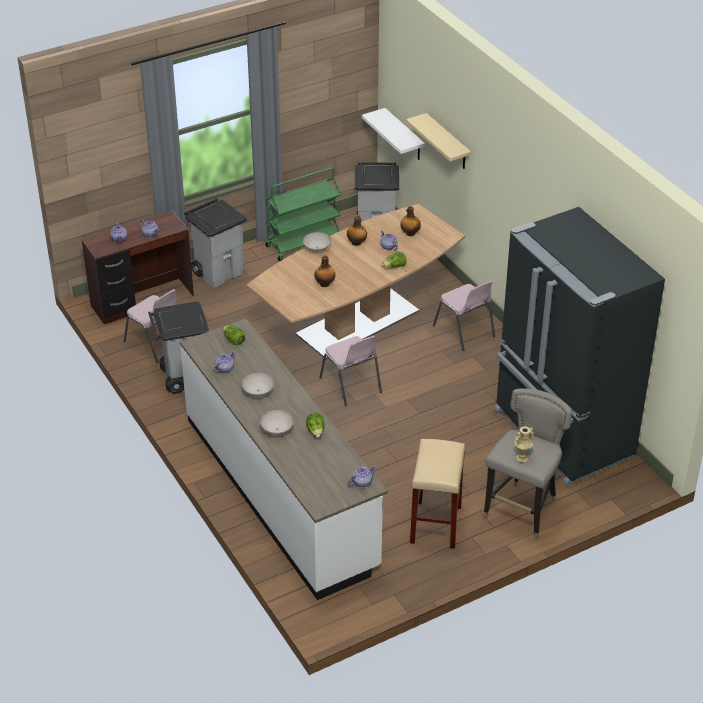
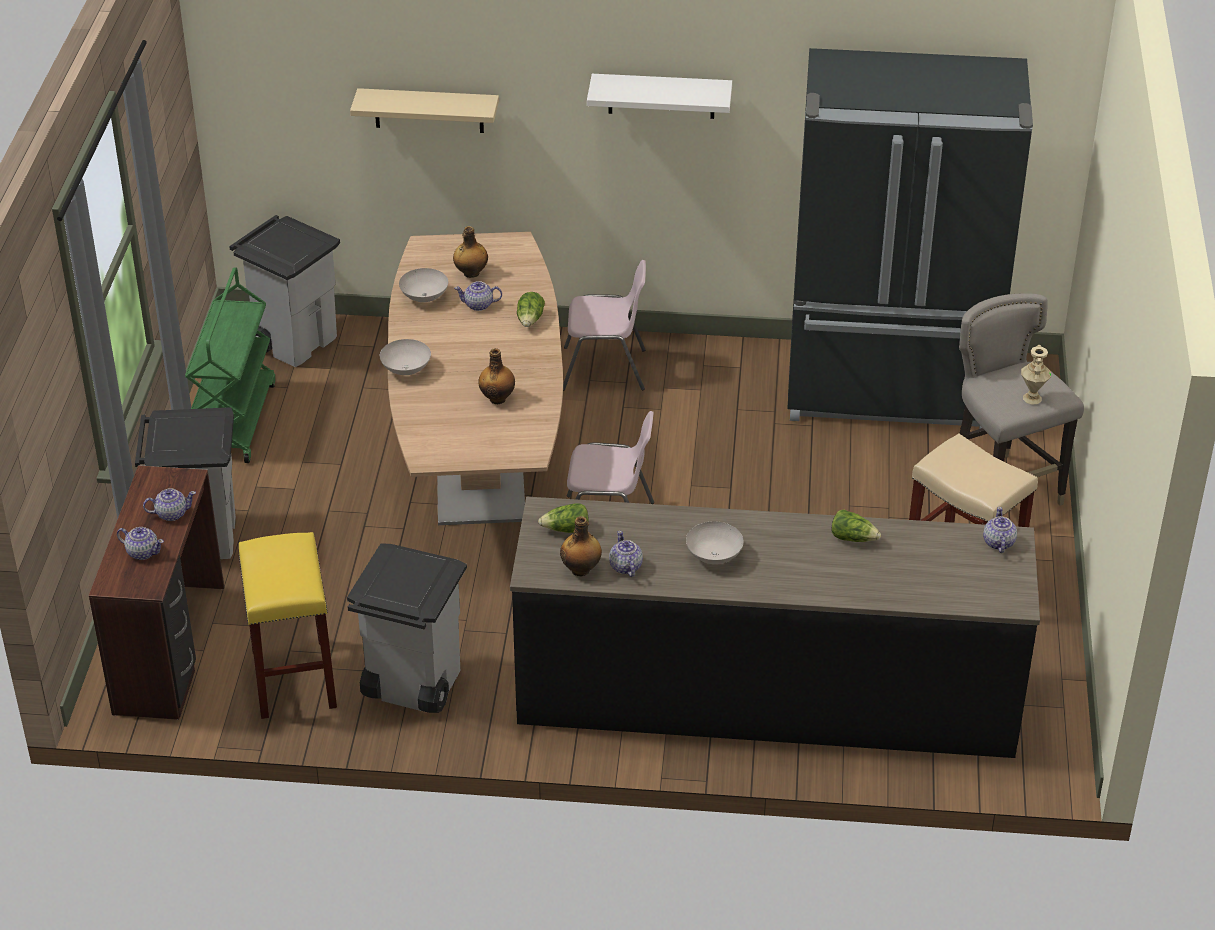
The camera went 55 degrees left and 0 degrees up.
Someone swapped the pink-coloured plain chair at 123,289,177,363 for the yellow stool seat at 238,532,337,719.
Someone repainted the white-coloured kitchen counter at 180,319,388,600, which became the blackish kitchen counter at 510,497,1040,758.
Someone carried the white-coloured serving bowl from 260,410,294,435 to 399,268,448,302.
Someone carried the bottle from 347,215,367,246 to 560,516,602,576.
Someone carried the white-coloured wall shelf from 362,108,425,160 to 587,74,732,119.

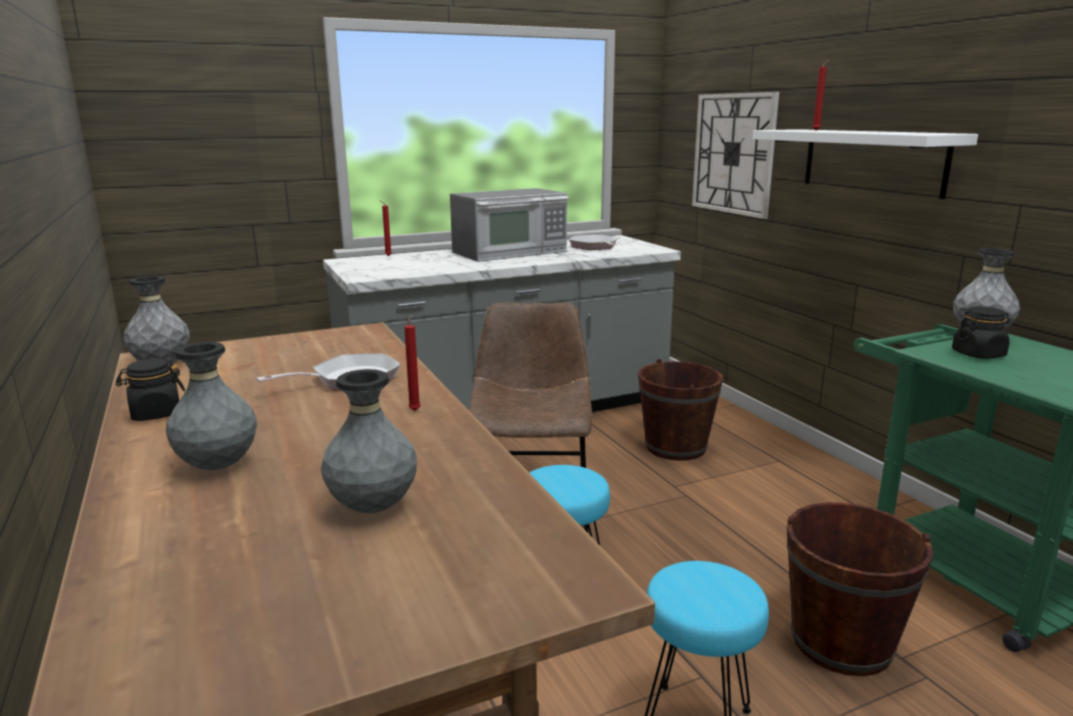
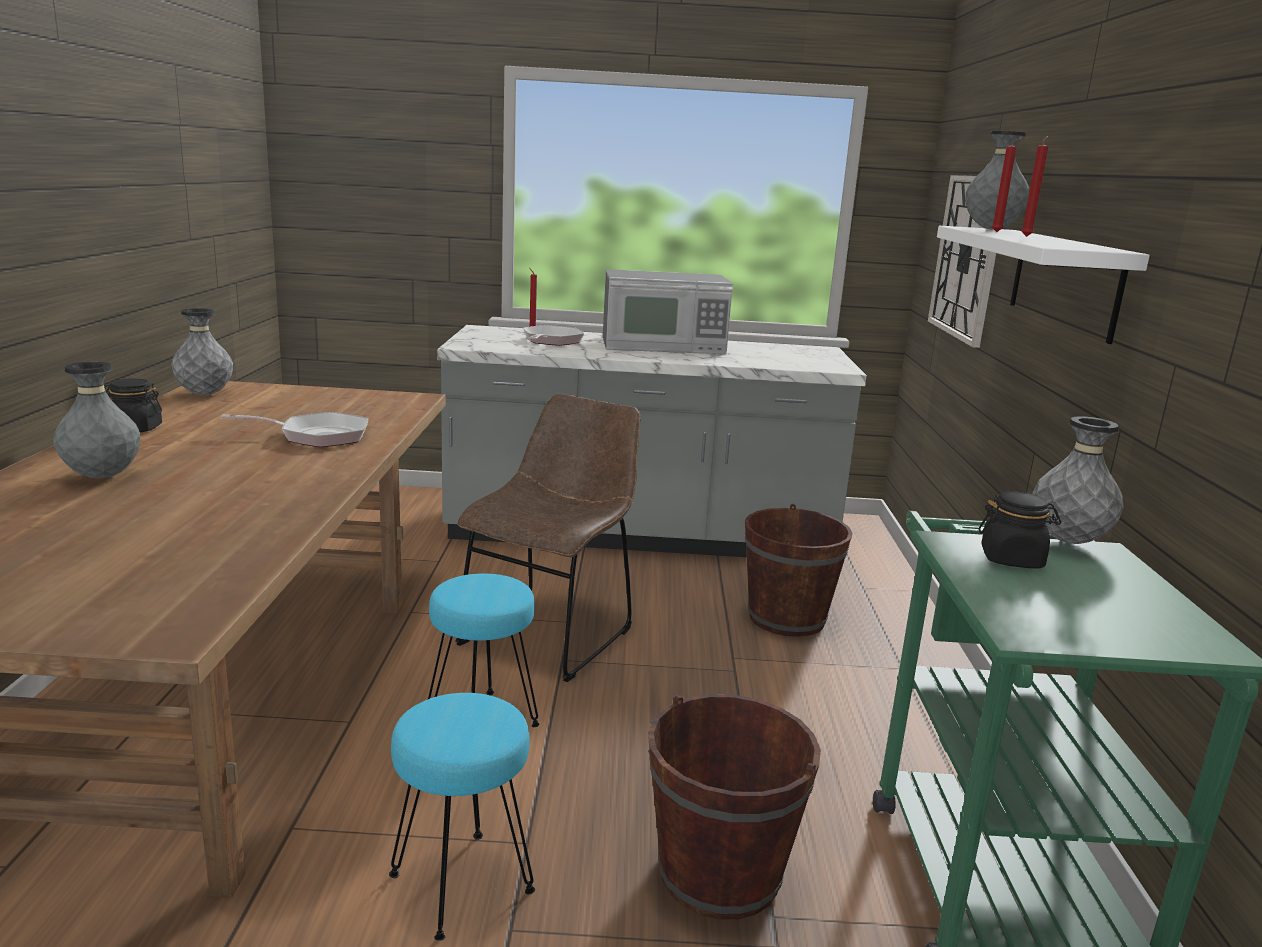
The camera went 25 degrees right and 0 degrees up.
Someone carried the grey decorative vase from 321,369,417,513 to 965,131,1030,230.
Someone carried the red wax candle from 404,314,421,411 to 1021,136,1048,237.
Someone carried the skillet from 569,234,618,250 to 523,325,584,346.

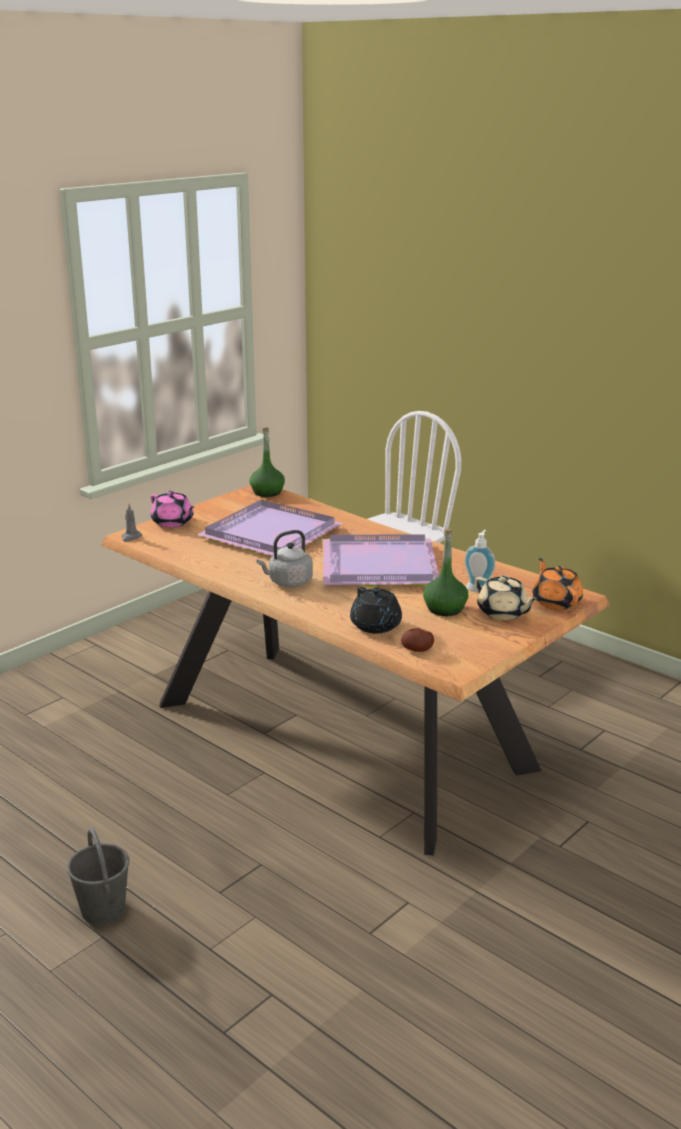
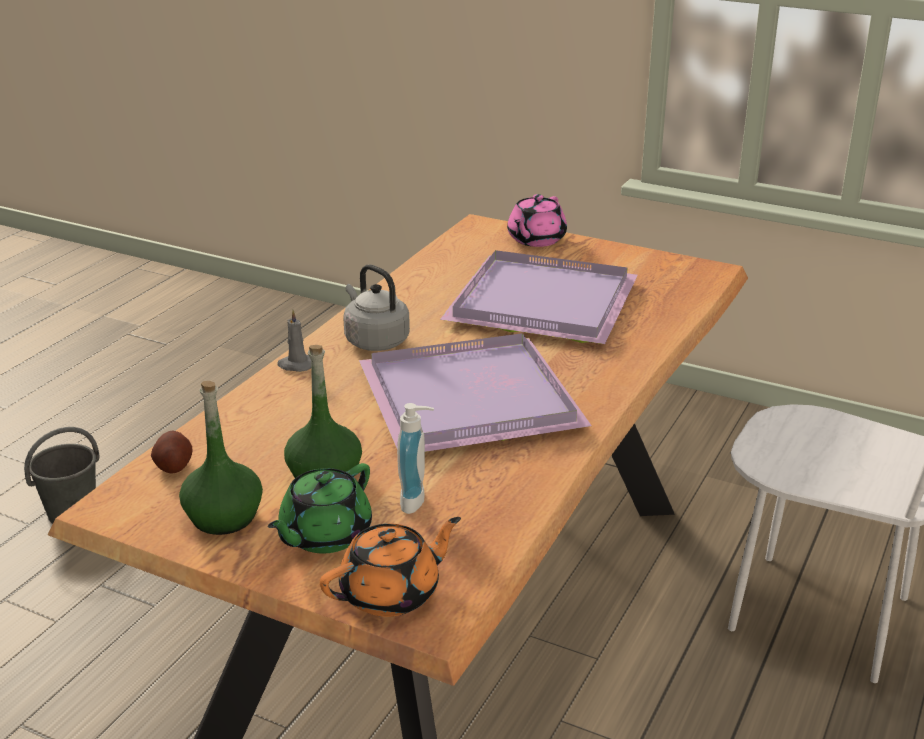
The camera went 75 degrees right and 5 degrees up.
Someone carried the grey wax candle from 122,504,142,542 to 277,310,311,372.
Someone carried the green-coloured bottle from 249,428,285,497 to 179,381,263,535.
Someone took away the blackish teapot at 350,587,402,633.
Someone repainted the beige-coloured teapot at 475,575,539,620, which became the green-coloured teapot at 268,463,372,554.

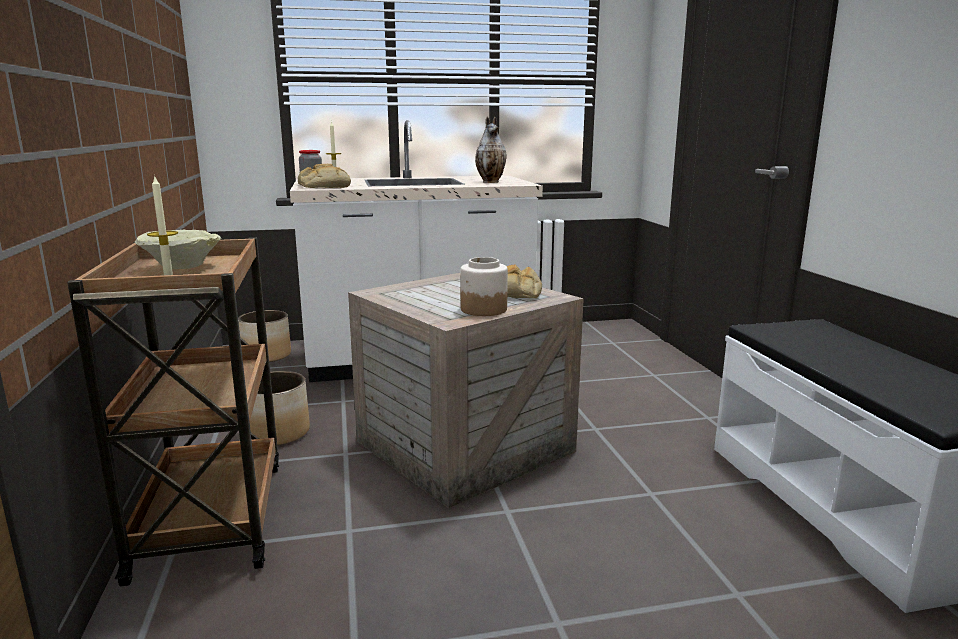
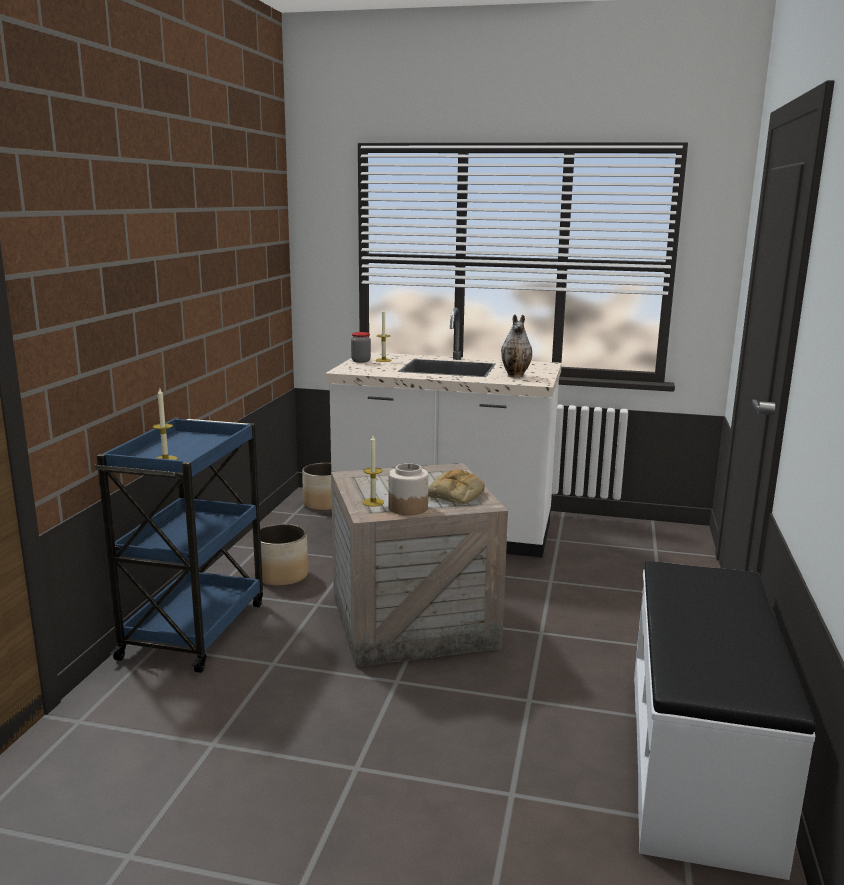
The camera went 25 degrees right and 0 degrees up.
Someone repainted the brown trolley at 67,237,279,586, which became the blue-coloured trolley at 94,417,263,673.
Someone took away the beige-coloured serving bowl at 135,230,221,269.
Someone took away the bakery bread at 298,164,351,188.
Someone put down the wax candle at 362,435,384,506.

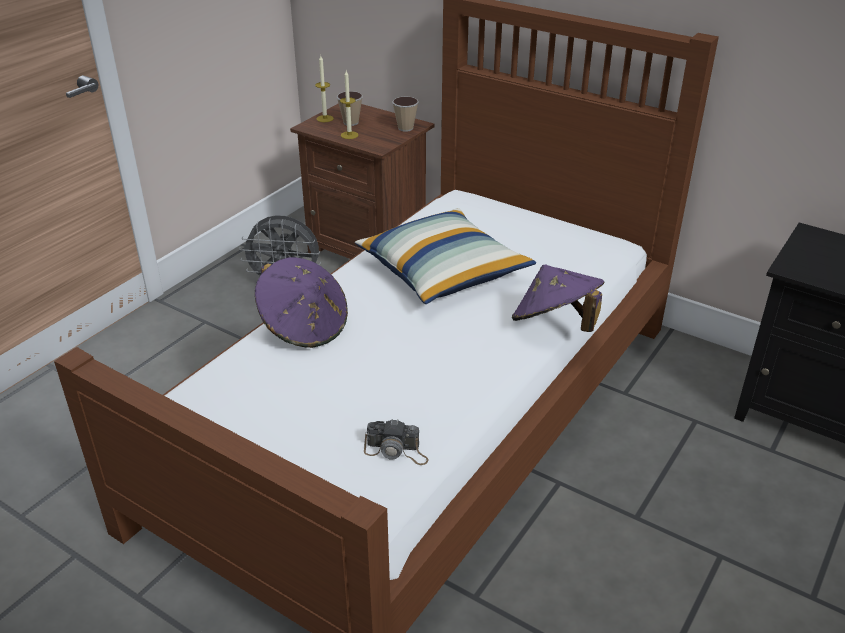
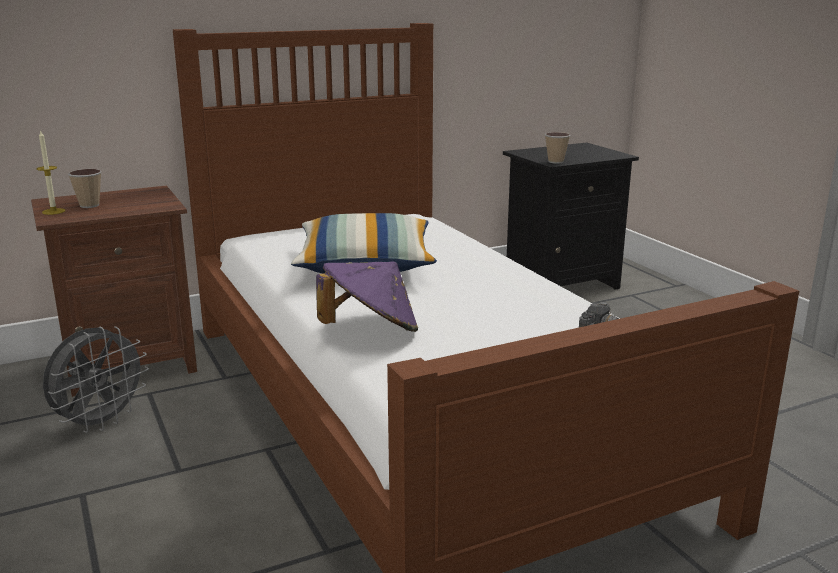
The camera went 60 degrees left and 15 degrees down.
Someone took away the wax candle at 340,71,359,139.
Someone carried the small cup from 392,96,419,132 to 545,132,570,164.
Someone took away the purple-coloured hat at 512,264,604,332.

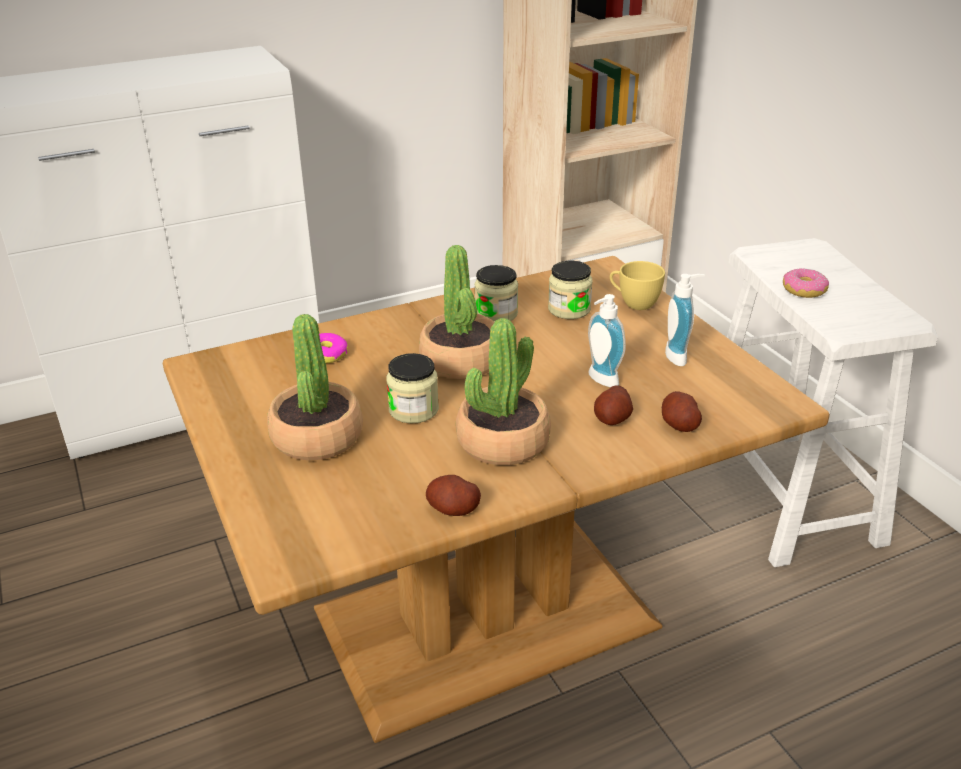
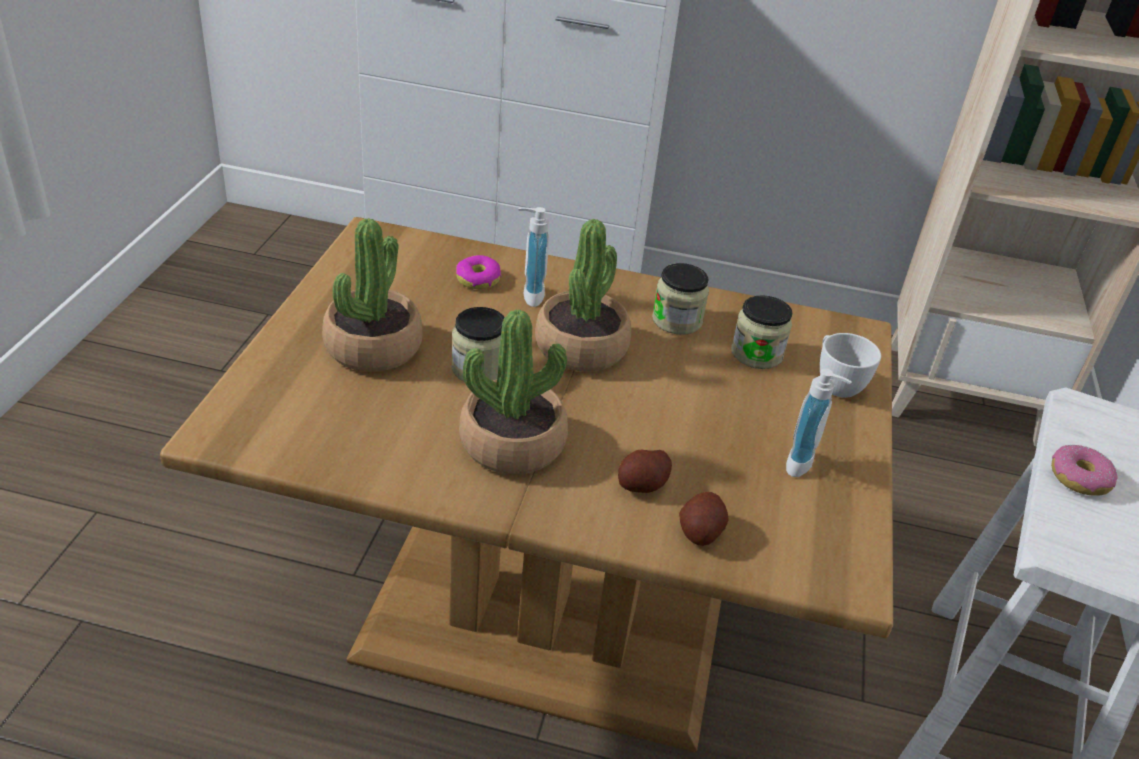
The camera went 35 degrees right and 5 degrees up.
Someone took away the whole potato at 426,475,481,516.
Someone carried the soap bottle from 588,294,626,387 to 518,207,549,307.
Someone repainted the yellow small cup at 610,261,665,310, which became the white-coloured small cup at 820,333,881,398.

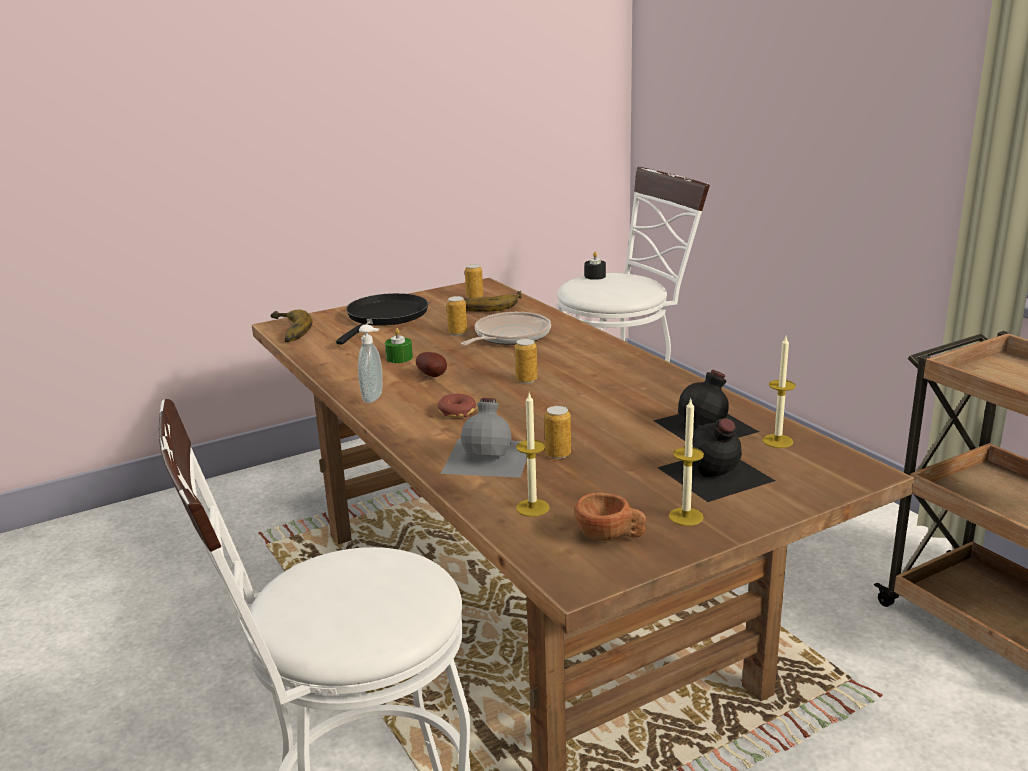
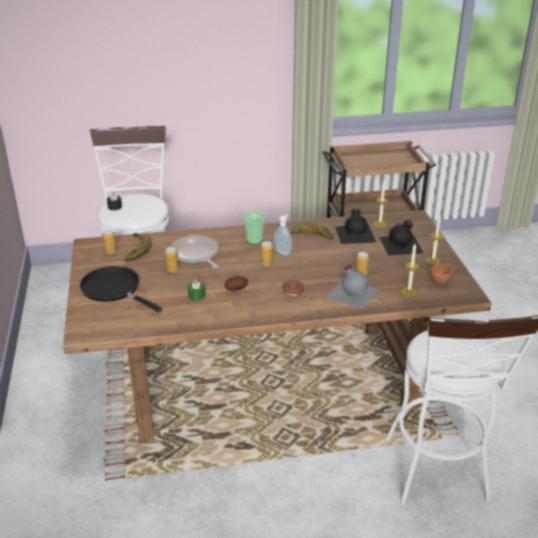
The camera went 70 degrees left and 10 degrees up.
Someone carried the banana from 271,310,313,342 to 290,223,333,240.
Someone carried the soap bottle from 358,324,383,403 to 273,215,292,255.
Someone put down the small cup at 243,211,265,244.

